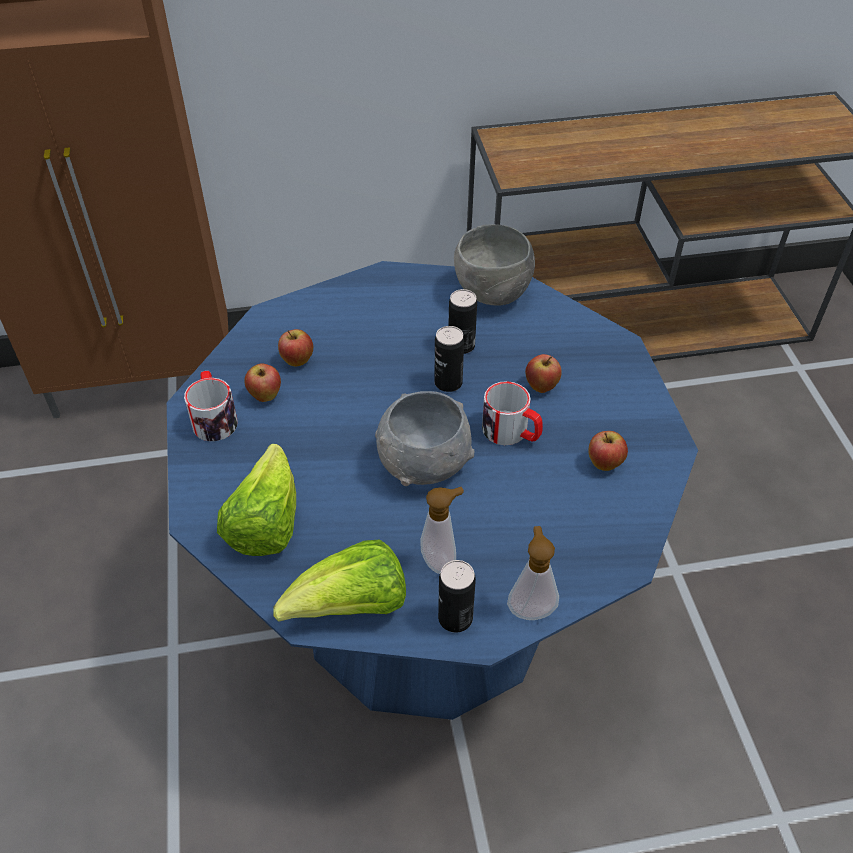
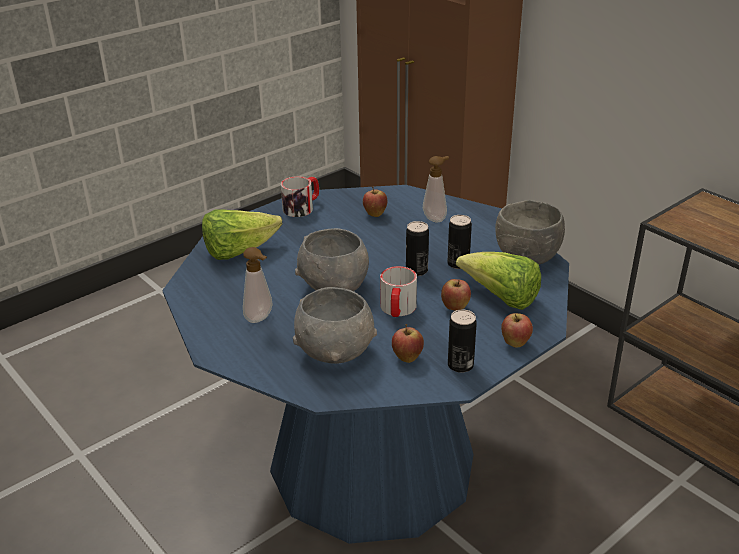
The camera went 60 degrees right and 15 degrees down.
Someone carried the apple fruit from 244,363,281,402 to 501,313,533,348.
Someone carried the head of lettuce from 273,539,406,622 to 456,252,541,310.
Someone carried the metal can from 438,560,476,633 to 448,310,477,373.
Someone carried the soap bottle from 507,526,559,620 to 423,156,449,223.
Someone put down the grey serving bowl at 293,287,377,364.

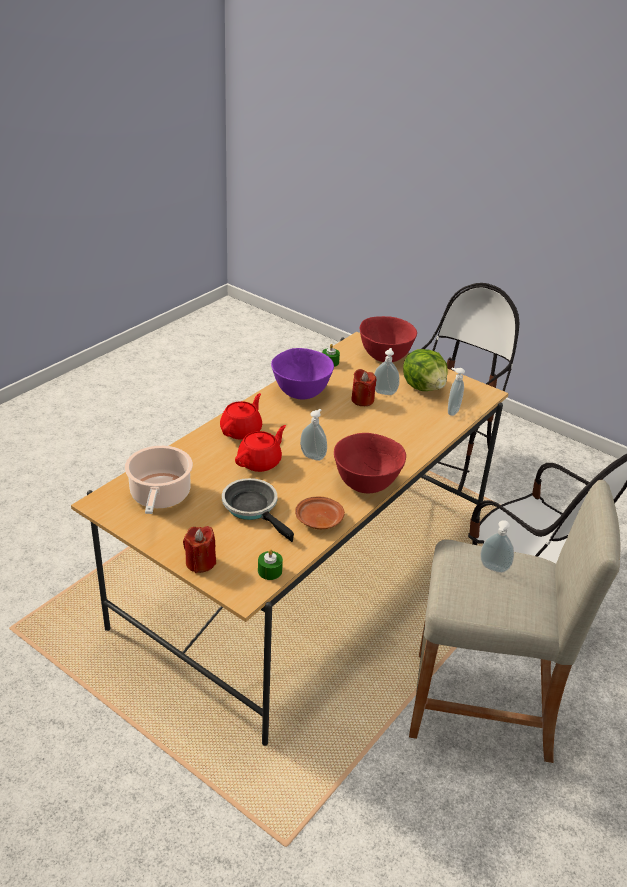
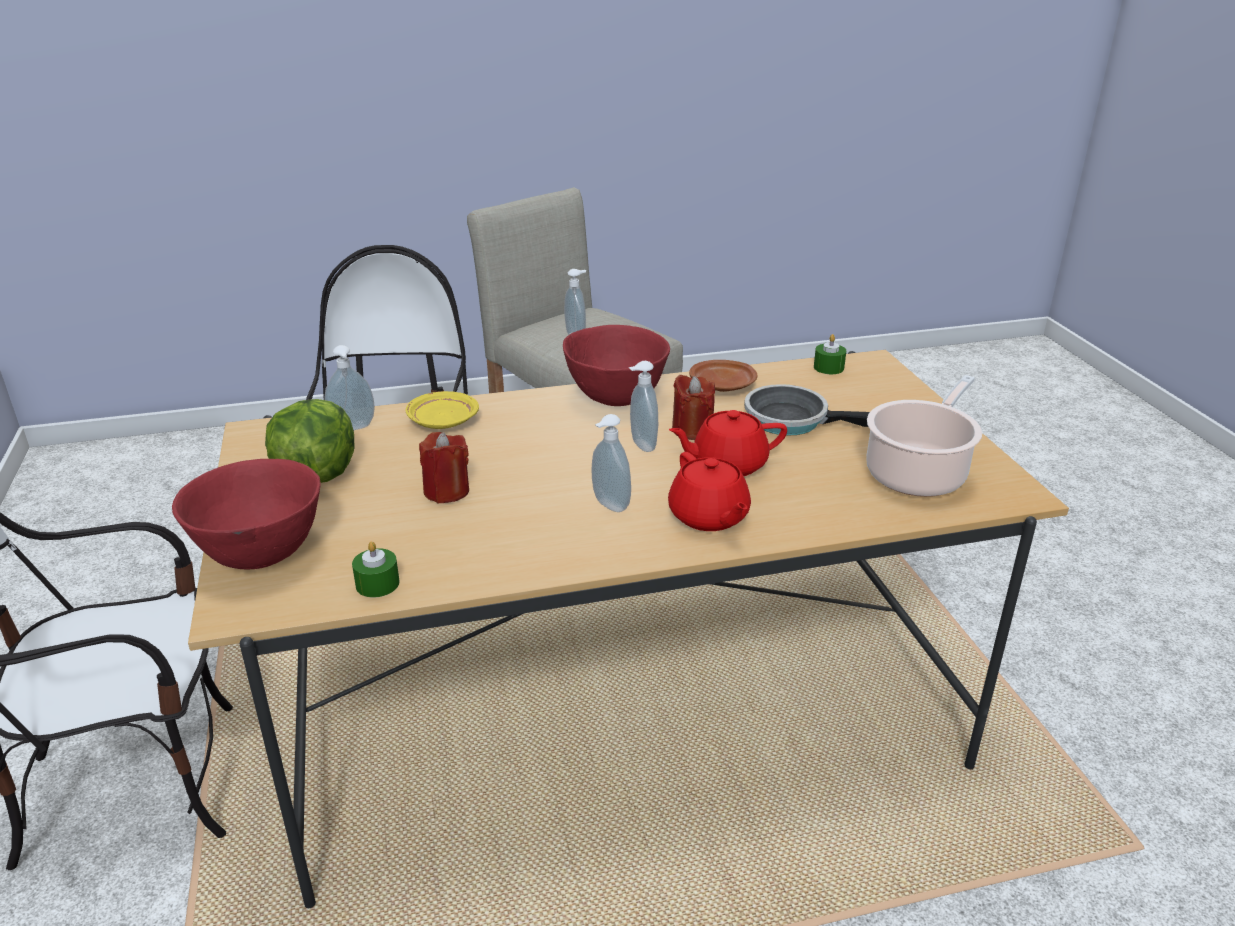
The camera went 140 degrees left and 5 degrees down.
Someone carried the red wax candle from 183,526,216,573 to 672,374,715,440.
Someone rotated the red teapot at 220,393,262,440 by 90 degrees counterclockwise.
Someone rotated the skillet at 222,478,294,542 by 105 degrees clockwise.
Someone took away the purple-coloured serving bowl at 271,348,334,400.
Someone carried the soap bottle from 374,348,400,395 to 592,414,631,512.
Someone put down the yellow plate at 405,391,479,429.

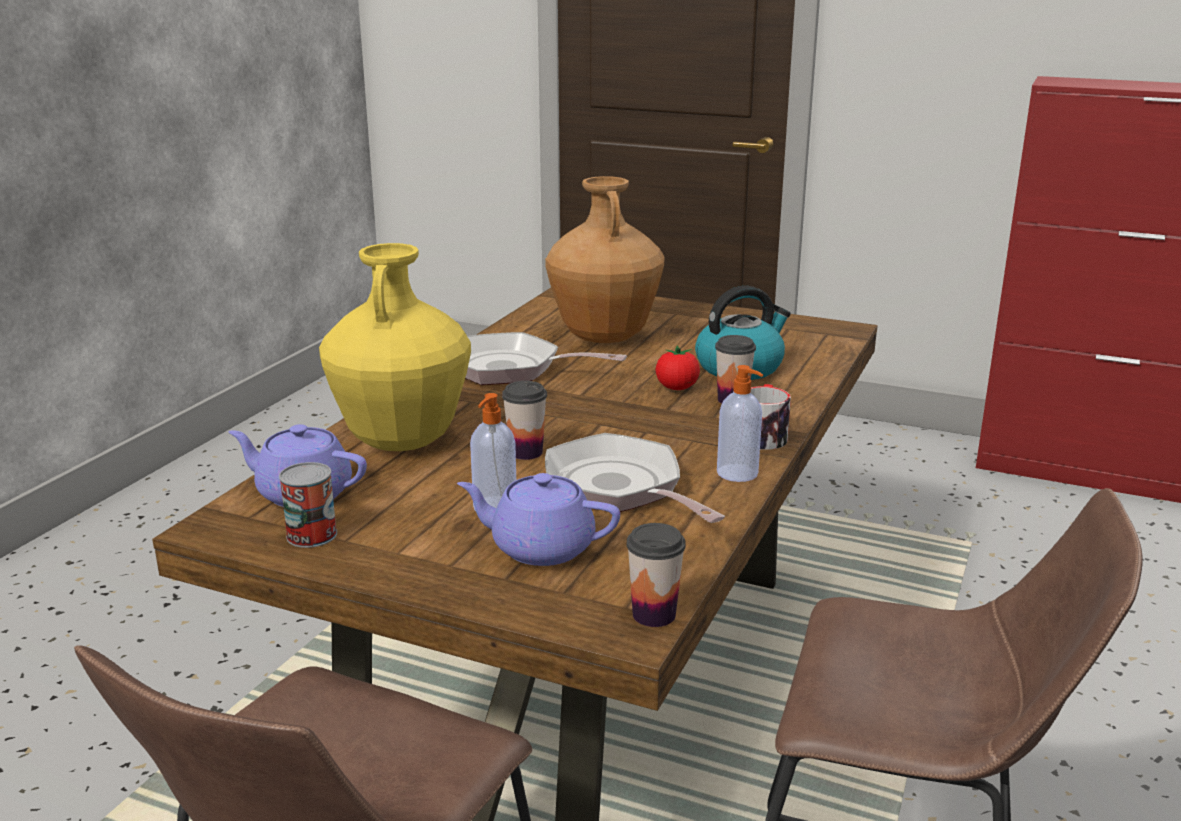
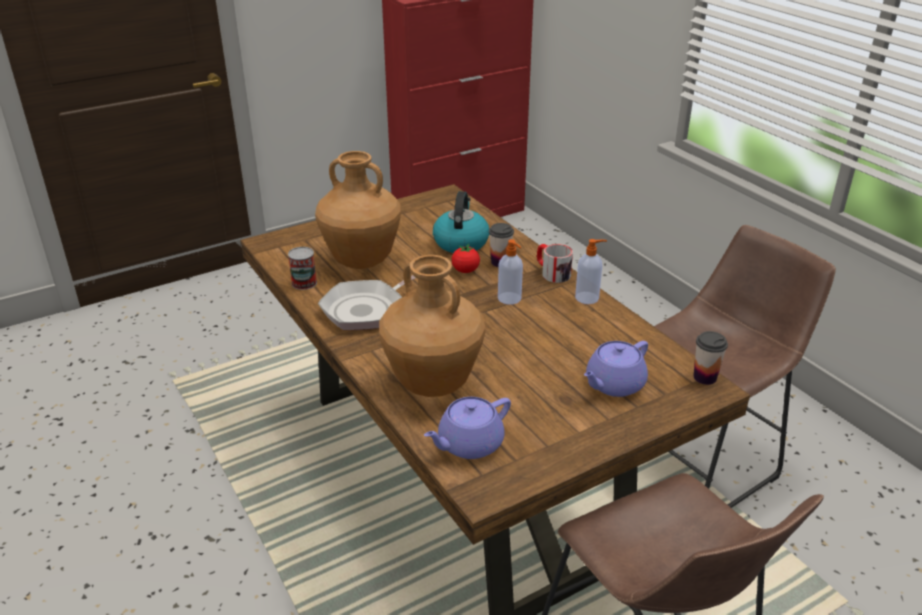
The camera went 55 degrees left and 10 degrees up.
Someone carried the metal can from 279,462,337,548 to 288,247,317,290.
Someone repainted the yellow decorative vase at 319,243,471,451, which became the brown decorative vase at 379,255,485,397.
Someone carried the soap bottle from 470,393,516,511 to 498,239,523,305.
Someone took away the small cup at 502,381,547,460.
Someone took away the skillet at 545,433,725,523.

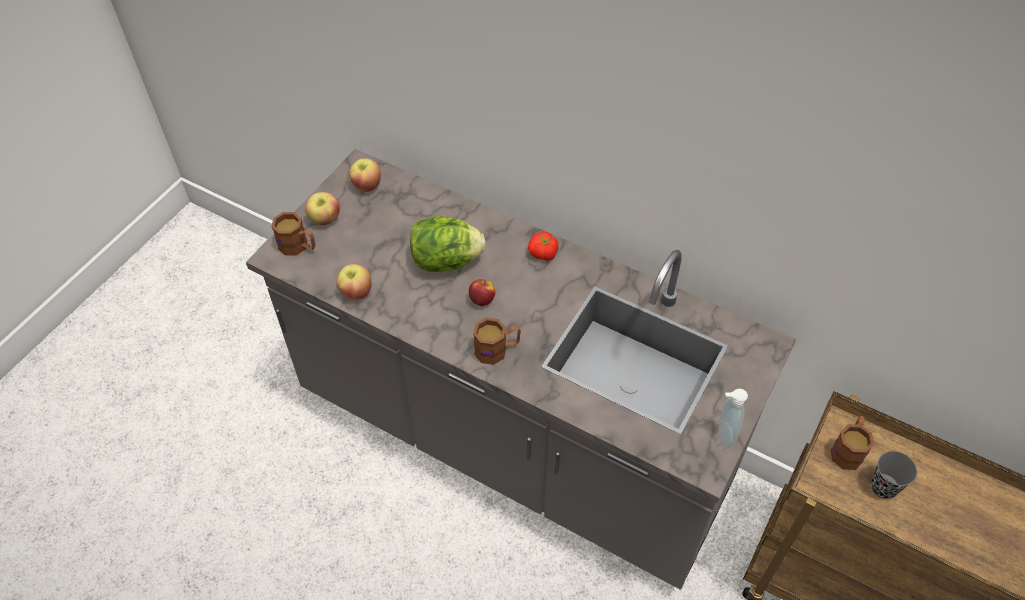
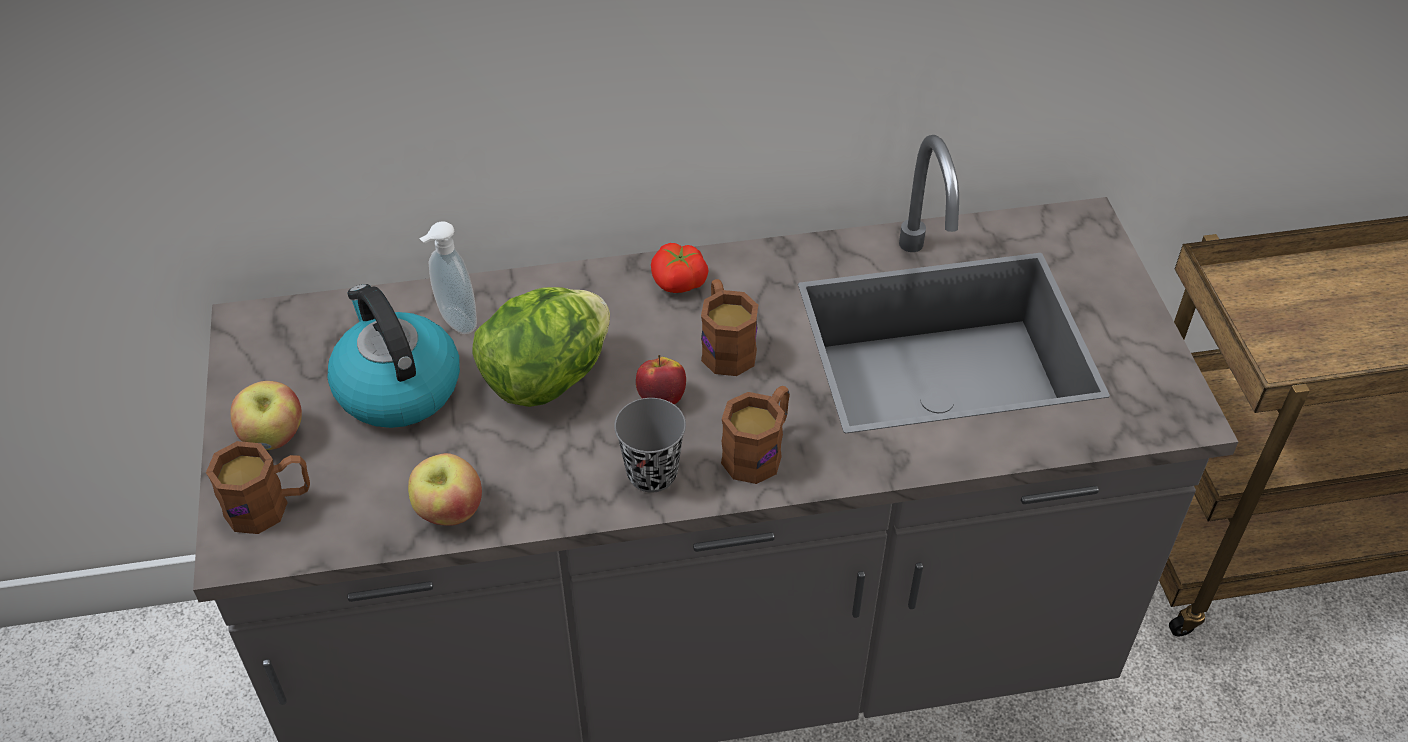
The camera went 40 degrees left and 5 degrees down.
Someone took away the apple fruit at 349,158,381,192.
Someone carried the soap bottle from 719,388,748,447 to 419,221,477,334.
Someone carried the brown mug from 831,416,874,470 to 701,279,758,376.
Someone carried the grey small cup from 871,451,917,499 to 614,398,686,493.
Someone put down the kettle at 327,284,460,428.

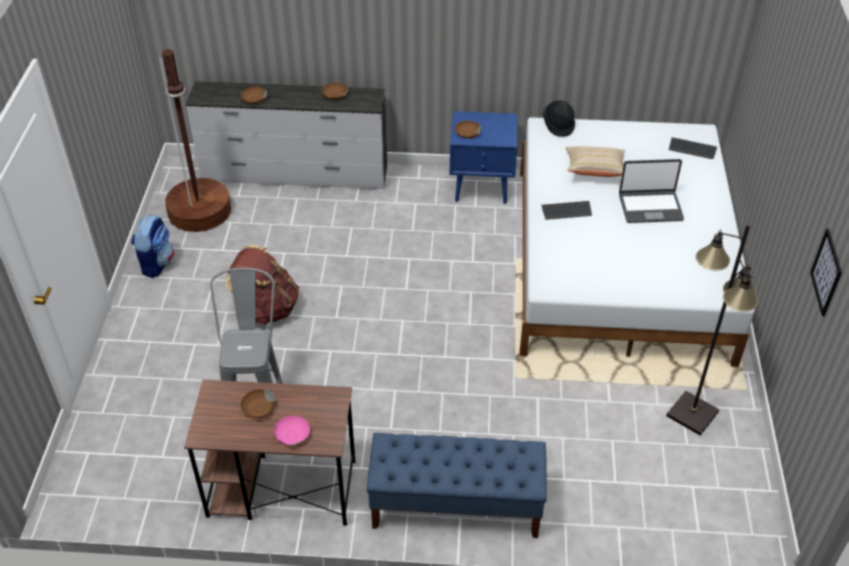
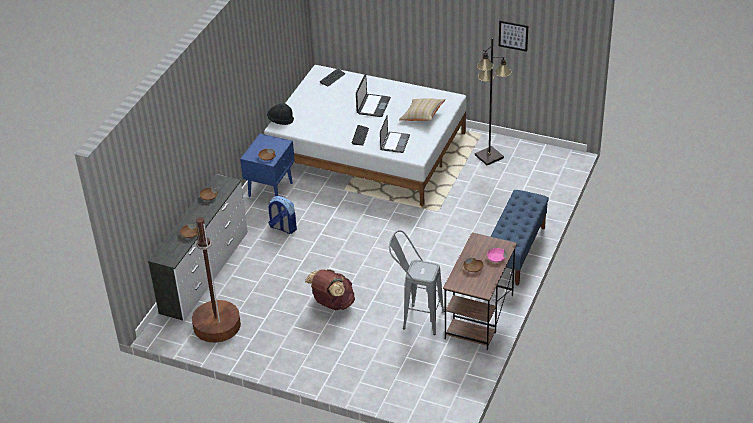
The camera went 70 degrees left and 5 degrees down.
Someone carried the backpack from 131,215,174,278 to 268,196,297,234.
Someone carried the beige-coloured pillow from 565,146,625,177 to 399,98,446,121.
Someone put down the laptop at 380,116,410,153.

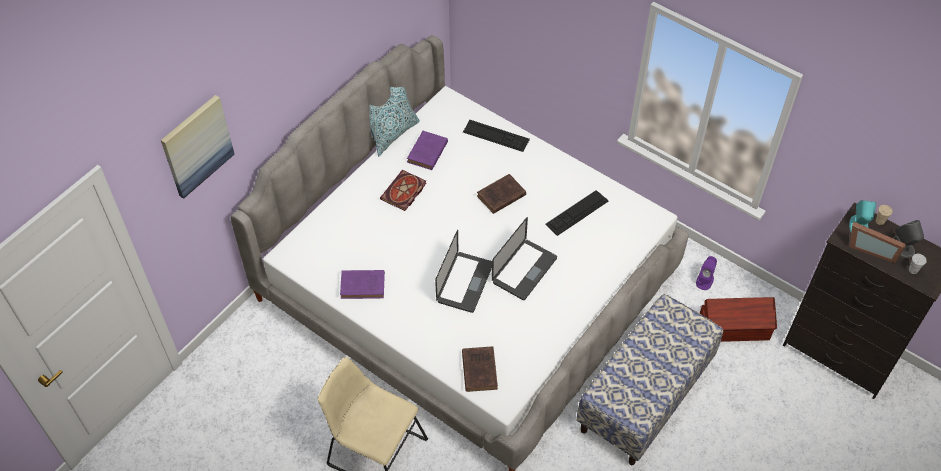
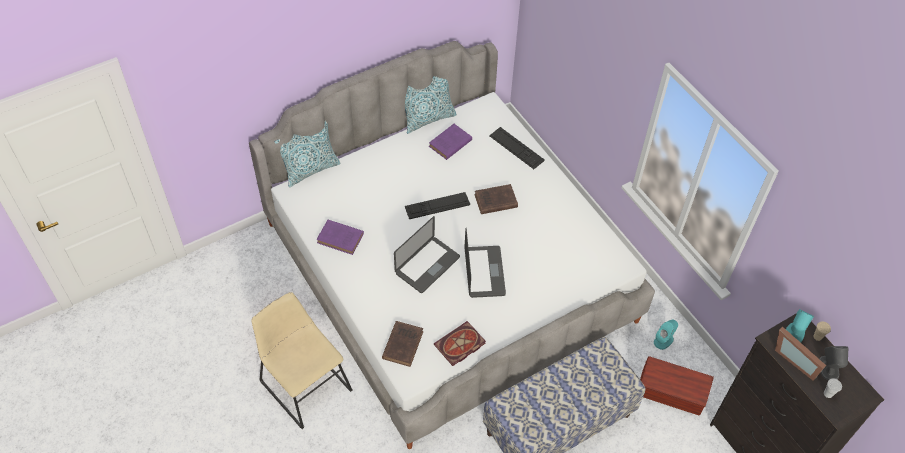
The camera went 20 degrees right and 0 degrees up.
Someone took away the wall art at 161,95,235,199.
Someone carried the bound book from 380,170,427,211 to 434,321,486,366.
Someone rotated the laptop at 492,217,557,300 by 60 degrees counterclockwise.
Someone carried the computer keyboard from 545,190,609,236 to 405,192,470,219.
Someone repainted the purple-coloured loudspeaker at 696,256,717,290, which became the blue-green loudspeaker at 654,319,678,350.
Someone put down the pillow at 275,121,340,188.

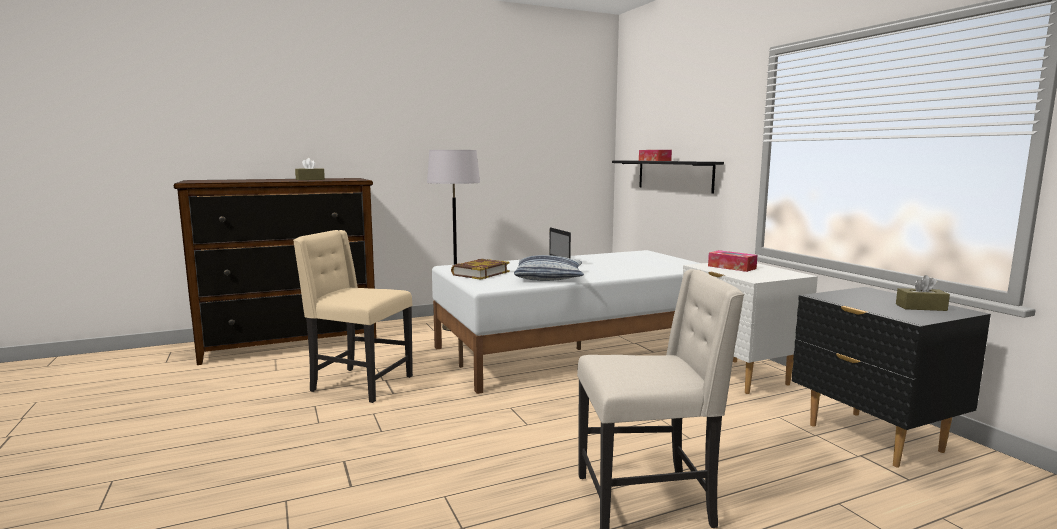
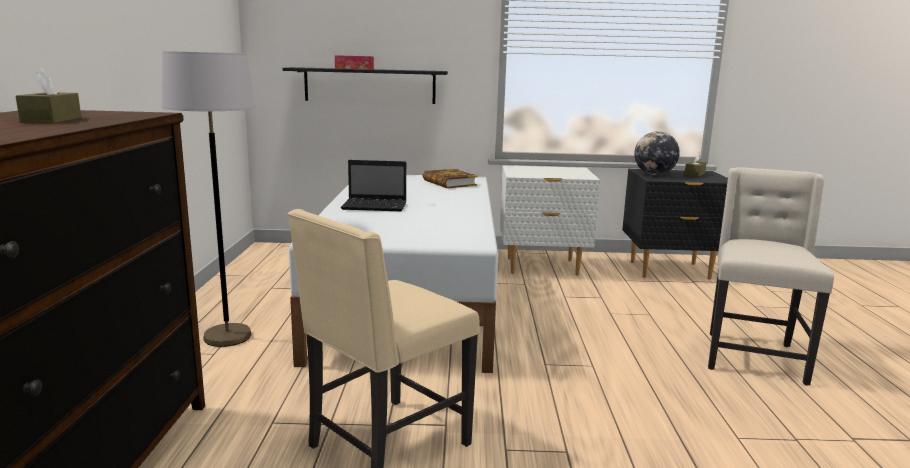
The camera went 65 degrees left and 5 degrees up.
Someone carried the bound book from 451,259,510,280 to 423,168,477,188.
Someone took away the pillow at 514,255,584,281.
Someone took away the box of tissues at 708,250,757,272.
Someone put down the globe at 634,131,680,175.

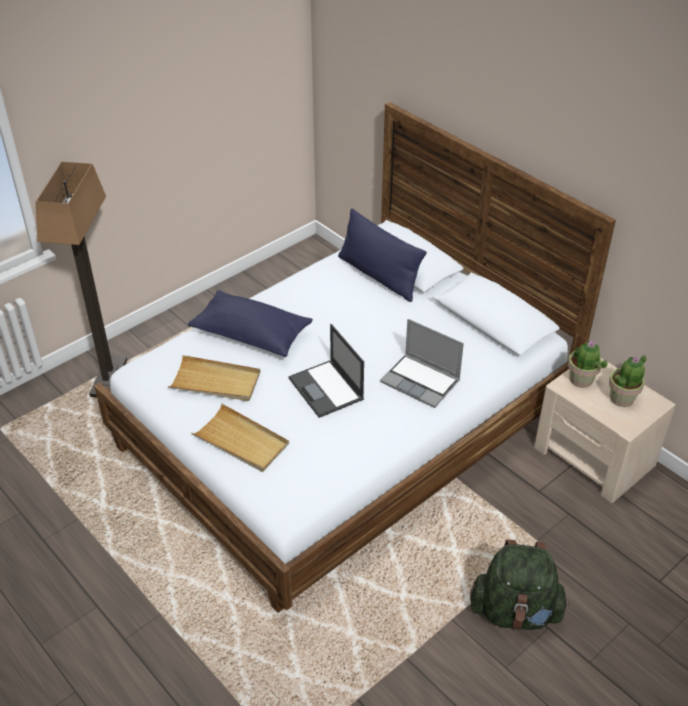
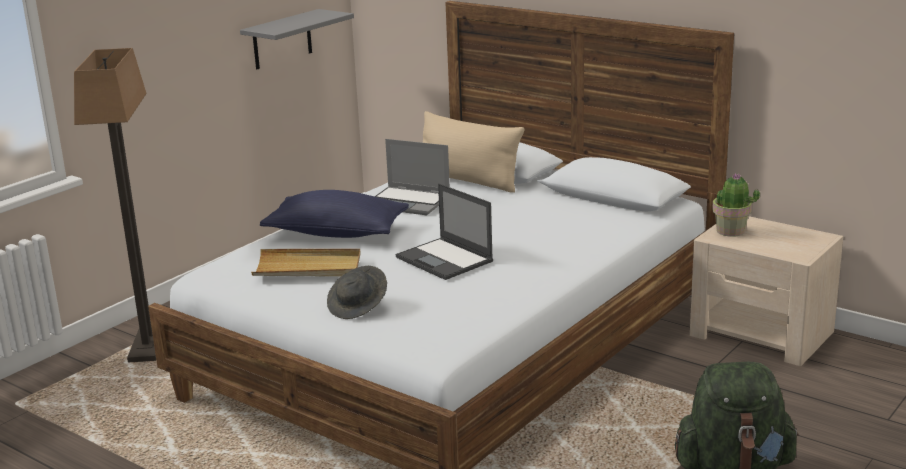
The camera went 10 degrees left and 20 degrees down.
Someone swapped the beige-coloured tray at 191,404,289,472 for the grey hat at 327,266,387,319.
Someone repainted the blue-coloured pillow at 338,208,427,302, which became the beige-coloured pillow at 423,111,524,193.
Someone carried the laptop from 380,319,464,408 to 375,139,450,216.
Someone took away the houseplant at 609,355,647,407.
Someone put up the grey wall shelf at 240,9,354,69.

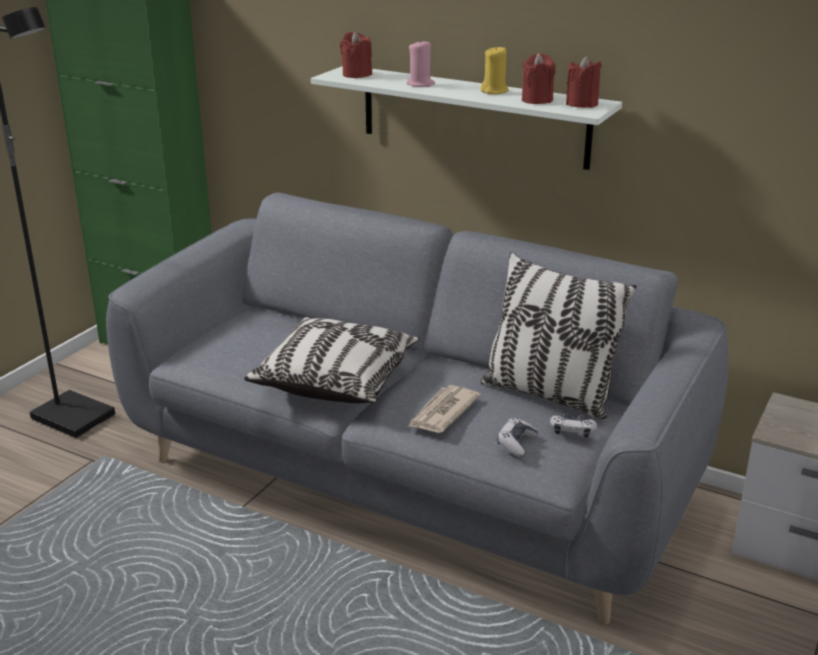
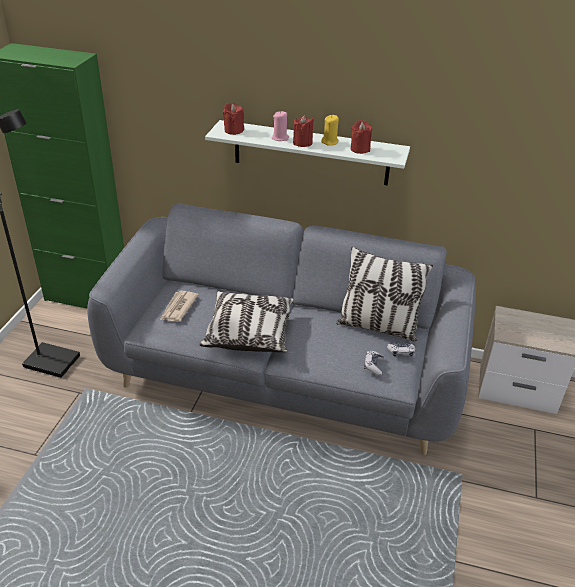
The camera went 15 degrees left and 10 degrees up.
Someone carried the printed paper from 408,385,481,433 to 160,290,199,322.
Someone carried the red wax candle from 566,56,602,108 to 293,115,314,147.

